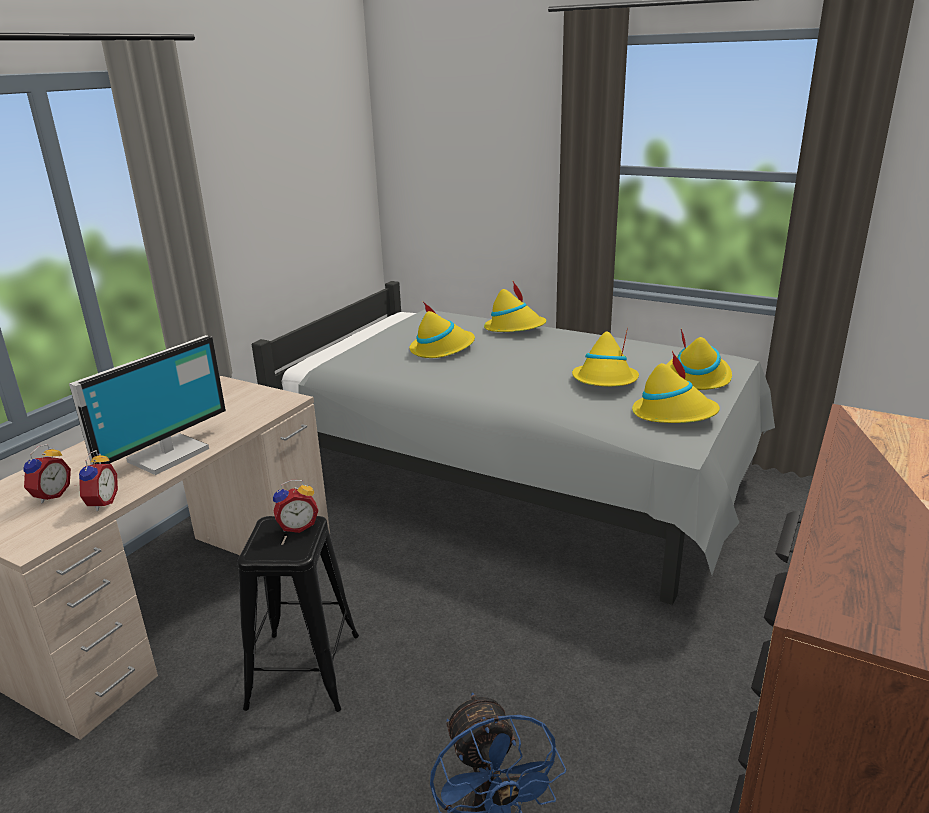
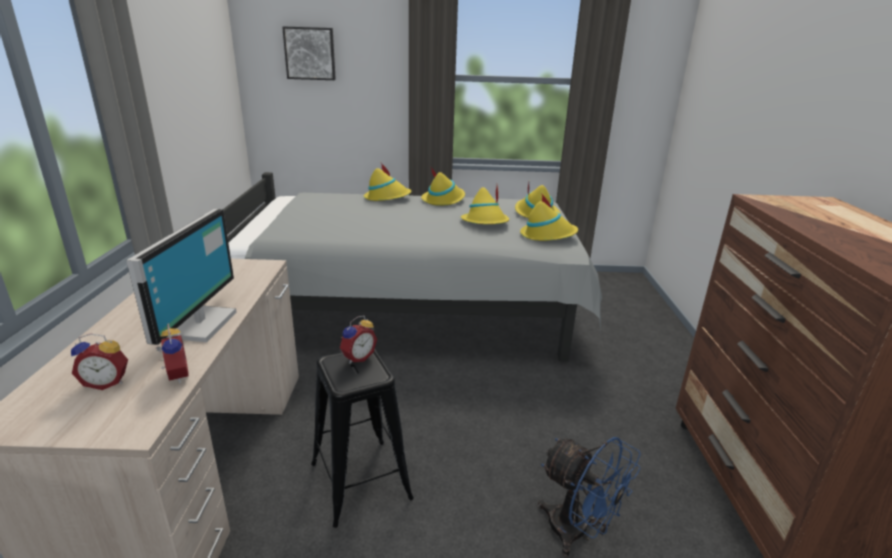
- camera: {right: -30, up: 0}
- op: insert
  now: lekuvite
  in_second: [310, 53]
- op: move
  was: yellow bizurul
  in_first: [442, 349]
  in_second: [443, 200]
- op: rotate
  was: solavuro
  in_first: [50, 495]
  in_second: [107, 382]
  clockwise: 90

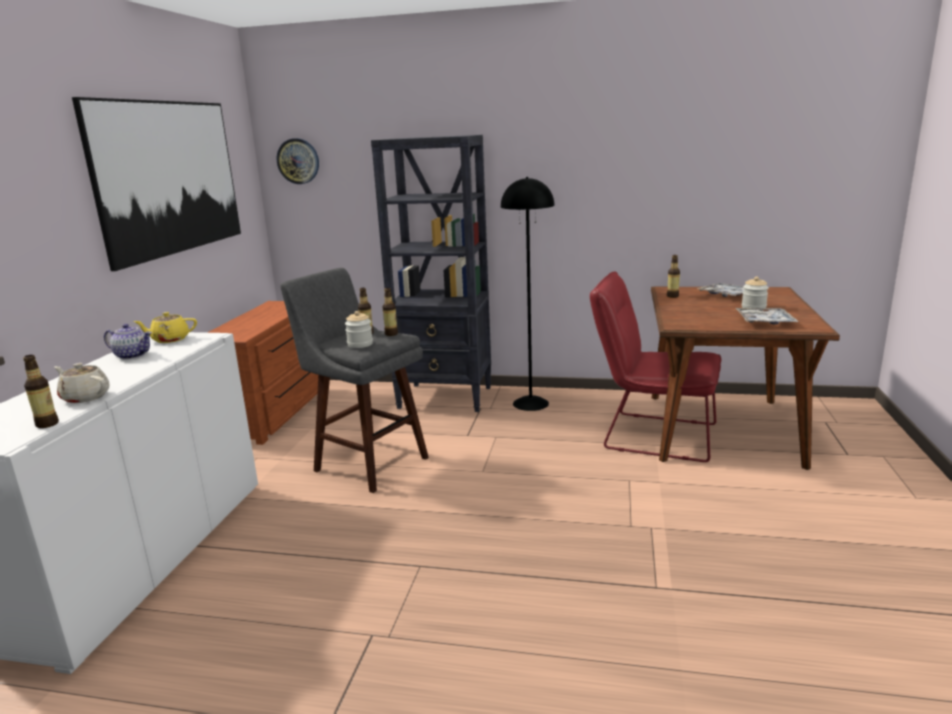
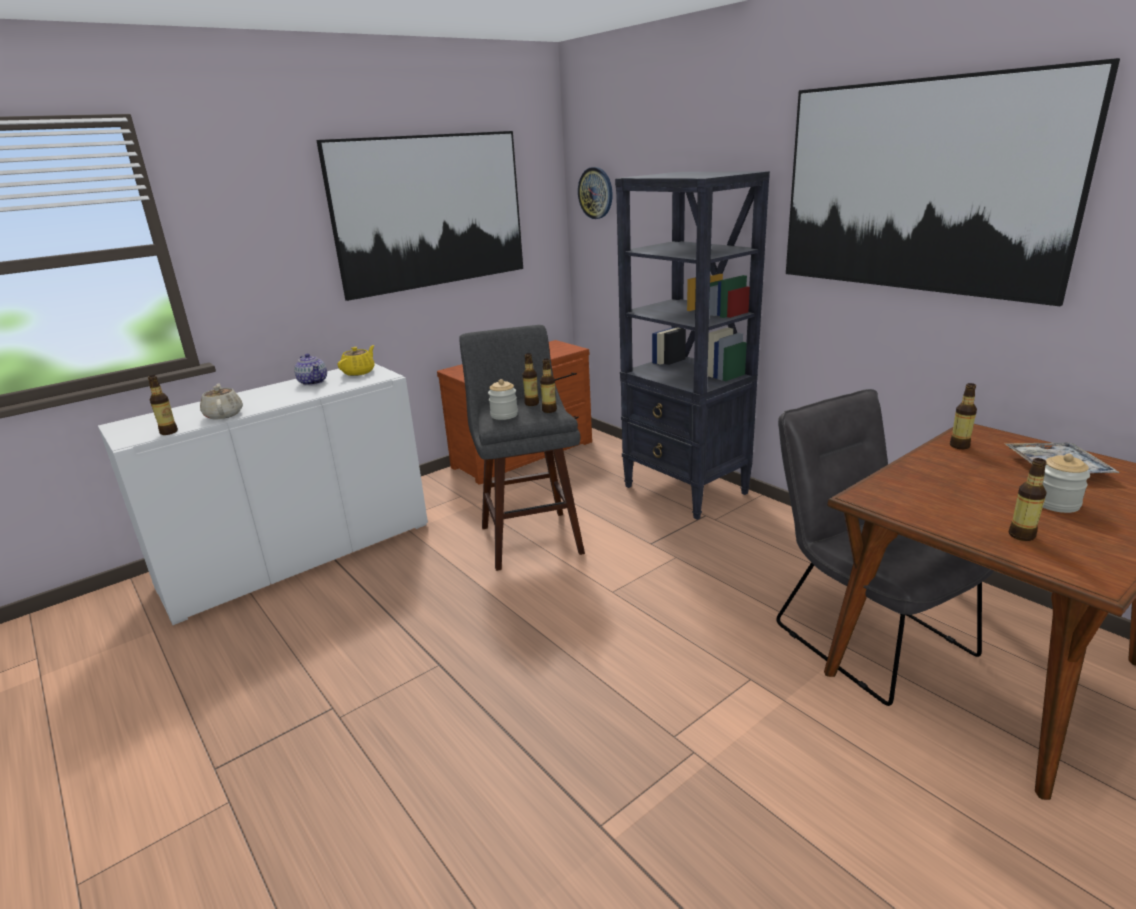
- camera: {right: 40, up: 5}
- op: delete
  was: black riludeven
  in_first: [530, 403]
- op: insert
  now: lekuvite
  in_second: [920, 187]
- op: replace
  was: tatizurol
  now: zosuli
  in_first: [764, 322]
  in_second: [1021, 535]
- op: recolor
  was: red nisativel
  now: grey nisativel
  in_first: [651, 435]
  in_second: [862, 632]
- op: rotate
  was: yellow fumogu
  in_first: [169, 339]
  in_second: [359, 372]
  clockwise: 90

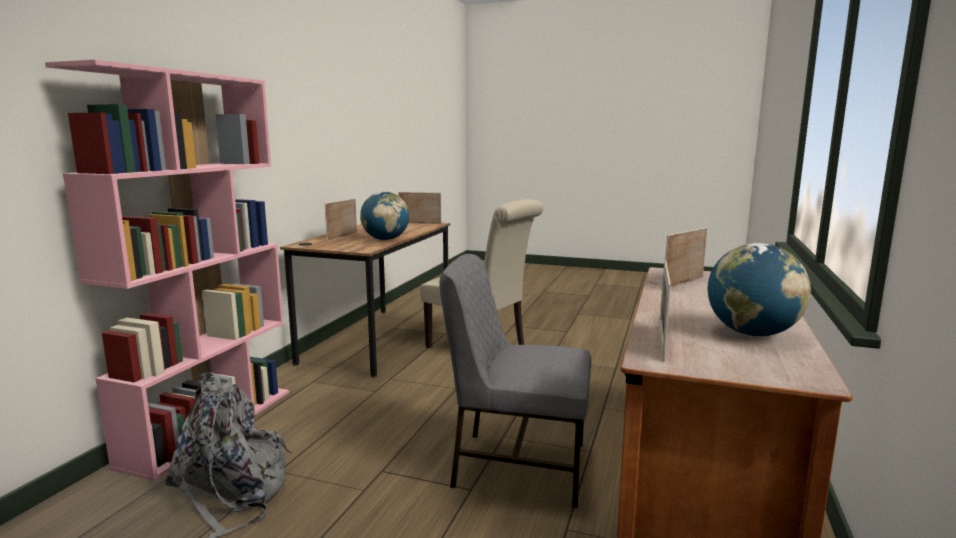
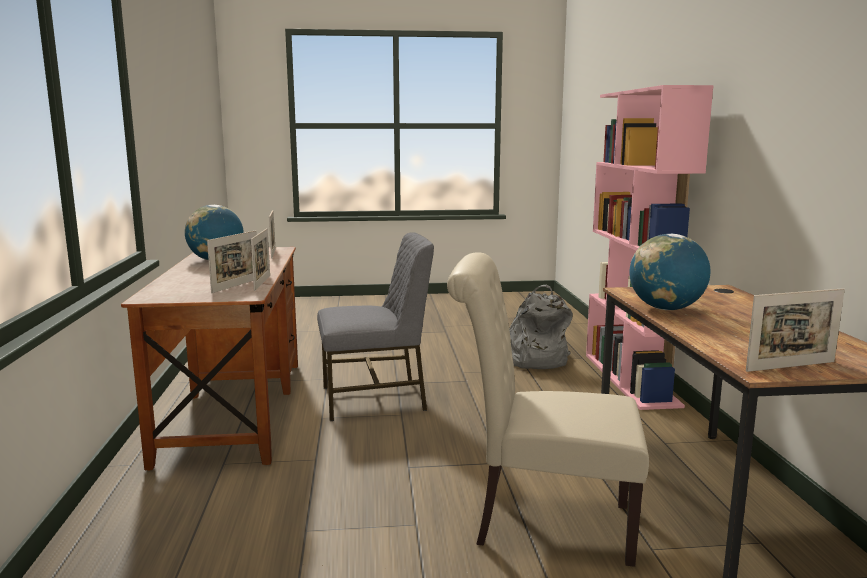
- camera: {right: 155, up: 0}
- op: move
  was: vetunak
  in_first: [342, 236]
  in_second: [262, 283]

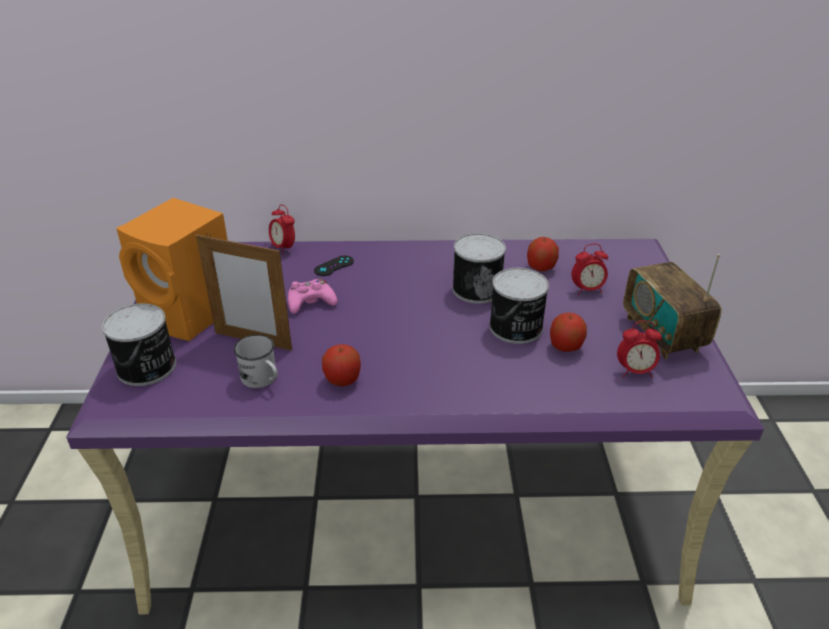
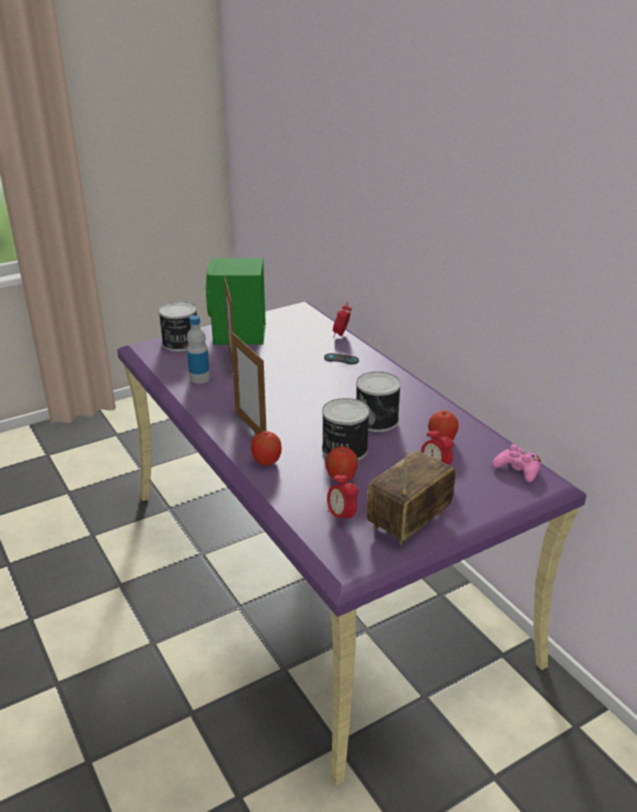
- camera: {right: 60, up: -5}
- op: insert
  now: vetunak
  in_second: [250, 427]
- op: move
  was: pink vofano
  in_first: [311, 302]
  in_second: [518, 469]
- op: move
  was: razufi
  in_first: [342, 380]
  in_second: [266, 461]
- op: replace
  was: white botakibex
  now: zosuli
  in_first: [262, 379]
  in_second: [199, 378]
- op: recolor
  was: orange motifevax
  now: green motifevax
  in_first: [192, 314]
  in_second: [239, 336]

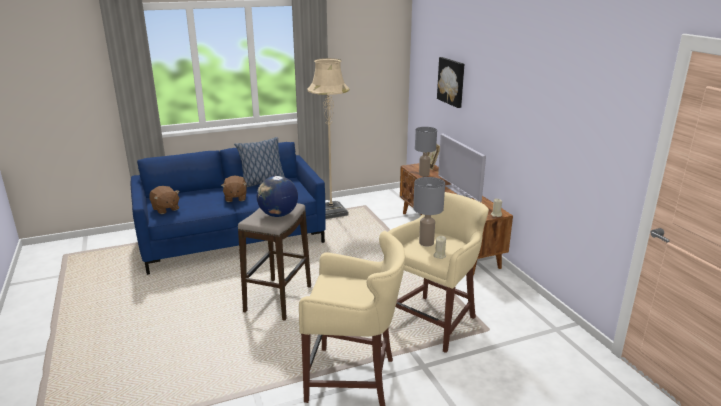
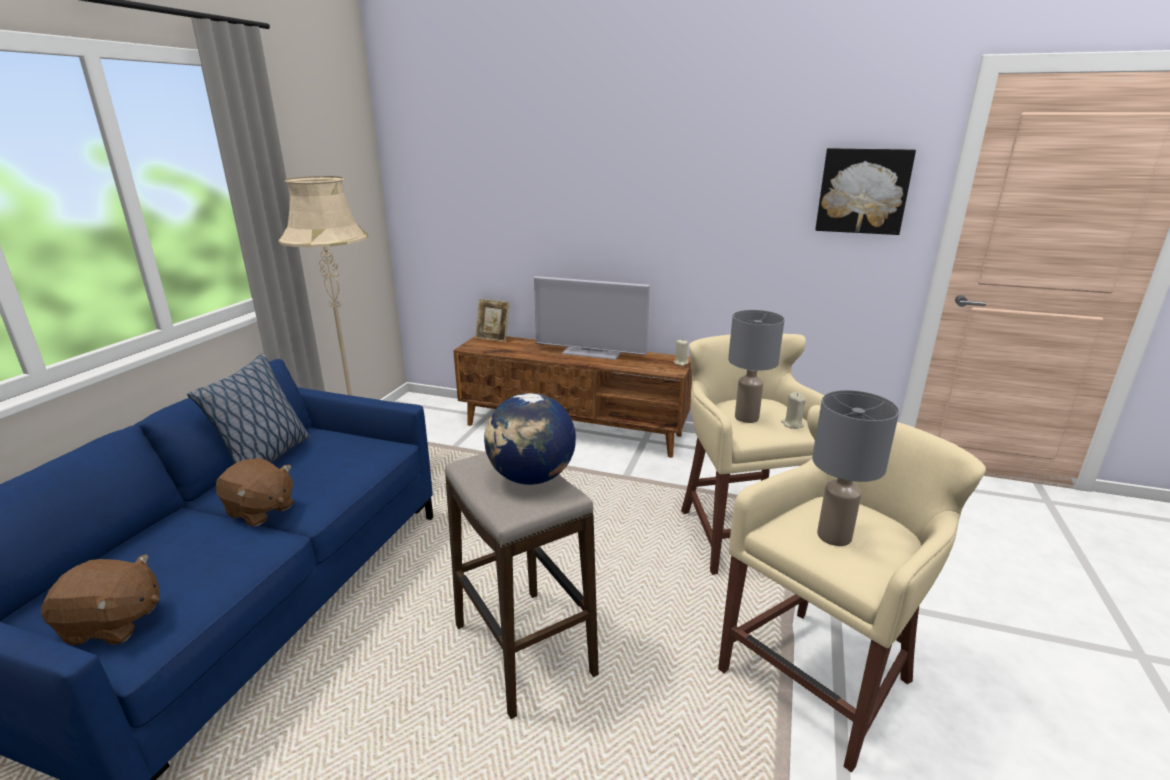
- camera: {right: -50, up: 0}
- op: move
  was: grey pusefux
  in_first: [424, 174]
  in_second: [835, 536]
- op: move
  was: lekuvite
  in_first: [452, 81]
  in_second: [862, 191]

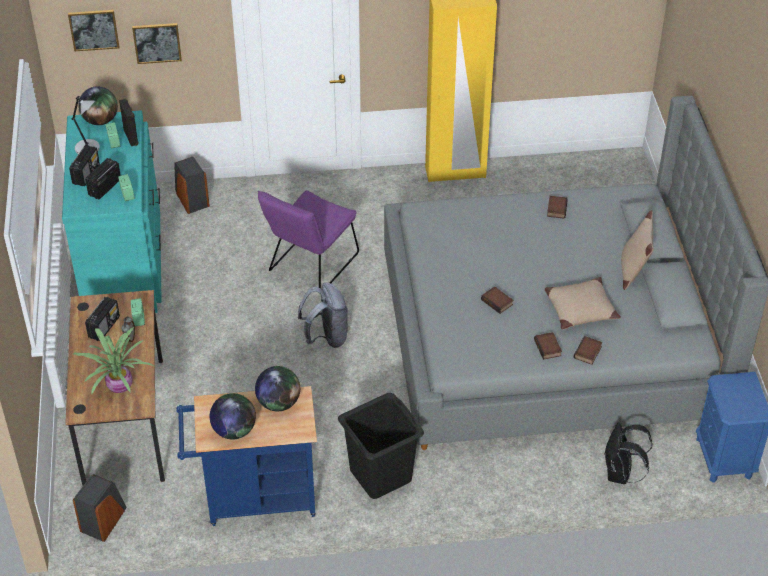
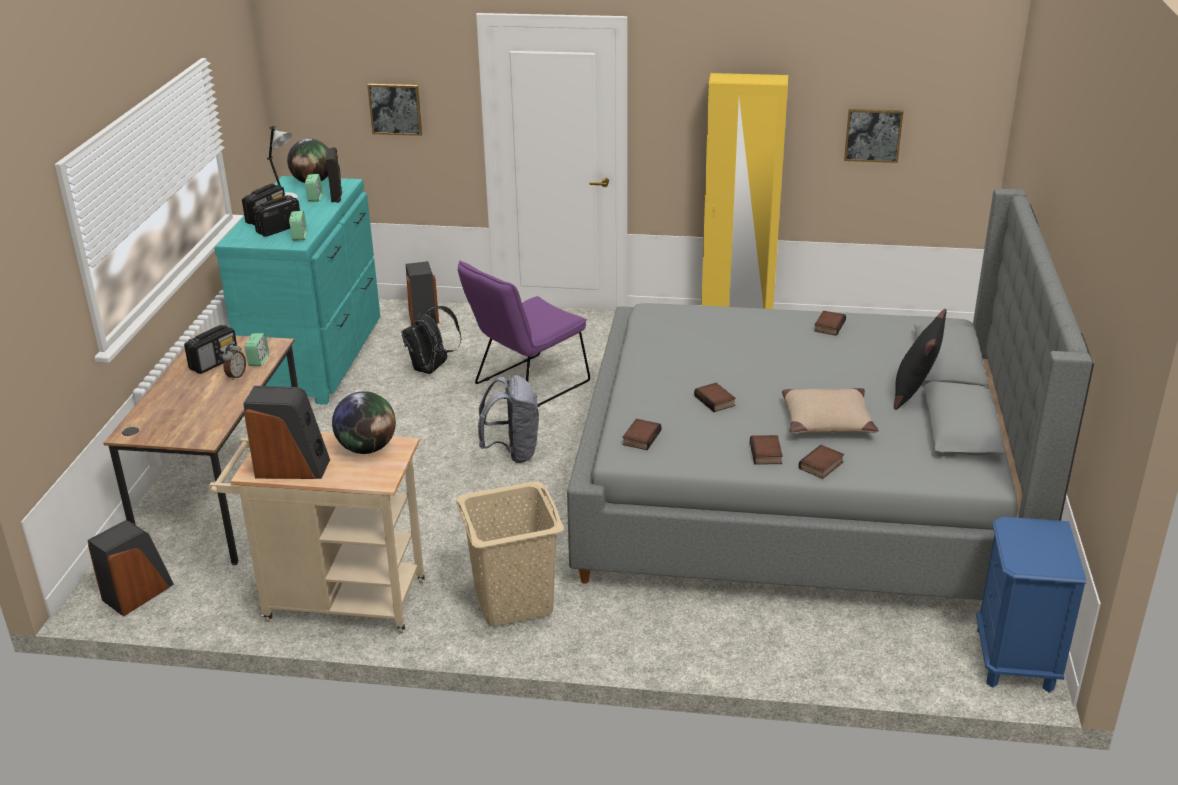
- camera: {right: 15, up: -15}
- op: delete
  was: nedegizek
  in_first: [119, 386]
- op: insert
  now: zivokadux
  in_second: [640, 437]
- op: move
  was: lekuvite
  in_first: [94, 29]
  in_second: [873, 135]
- op: move
  was: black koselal
  in_first: [620, 474]
  in_second: [431, 369]
- op: replace
  was: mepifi
  now: motifevax
  in_first: [234, 430]
  in_second: [292, 467]
- op: recolor
  was: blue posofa
  now: beige posofa
  in_first: [253, 499]
  in_second: [335, 601]
- op: recolor
  was: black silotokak
  now: beige silotokak
  in_first: [381, 475]
  in_second: [514, 602]
- op: recolor
  was: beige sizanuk
  now: black sizanuk
  in_first: [633, 270]
  in_second: [914, 392]

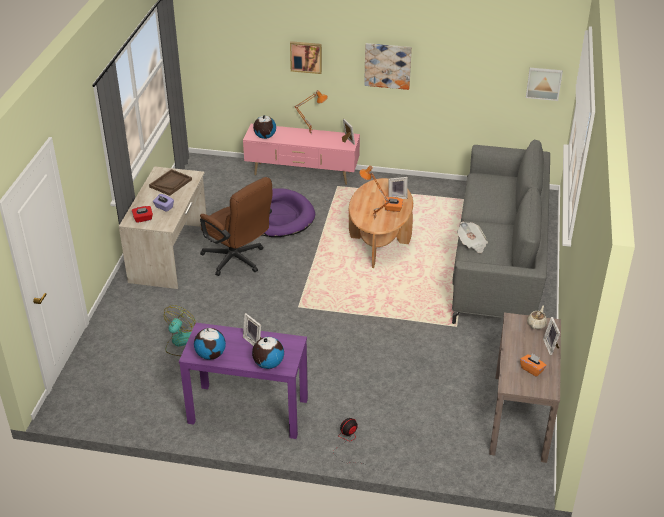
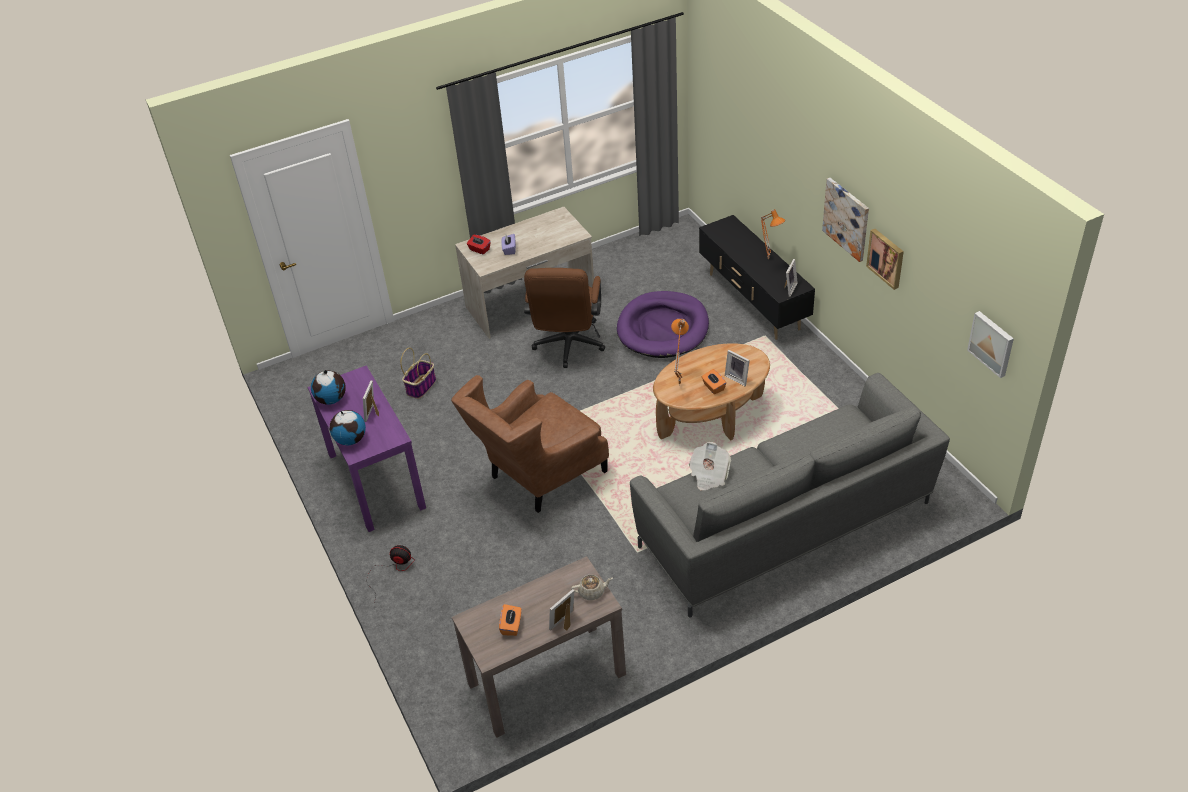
- camera: {right: 55, up: 5}
- op: delete
  was: brown tatizurol
  in_first: [170, 183]
- op: delete
  was: mepifi
  in_first: [265, 137]
- op: insert
  now: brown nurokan
  in_second: [538, 477]
- op: move
  was: lekuvite
  in_first: [306, 56]
  in_second: [886, 258]
- op: replace
  was: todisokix
  now: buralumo
  in_first: [180, 343]
  in_second: [421, 386]
- op: recolor
  was: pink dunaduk
  now: black dunaduk
  in_first: [302, 174]
  in_second: [753, 302]

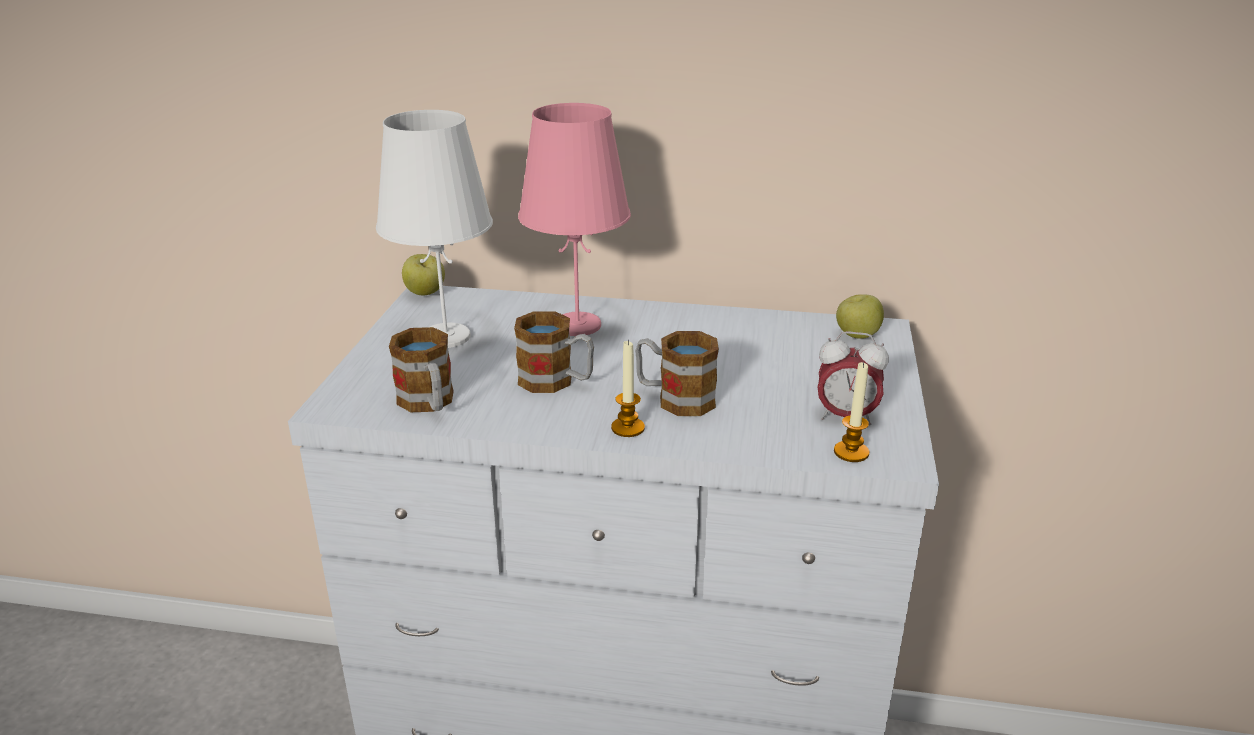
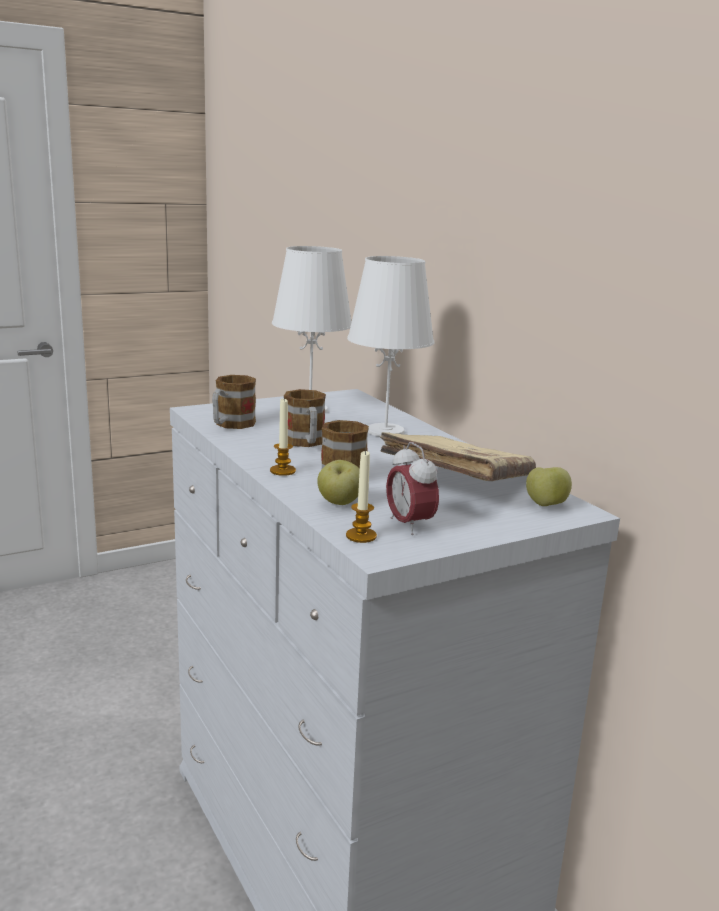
- camera: {right: 50, up: -10}
- op: insert
  now: beige zivokadux
  in_second: [457, 483]
- op: move
  was: razufi
  in_first: [425, 294]
  in_second: [339, 503]
- op: recolor
  was: pink pusefux
  now: white pusefux
  in_first: [576, 325]
  in_second: [385, 431]

